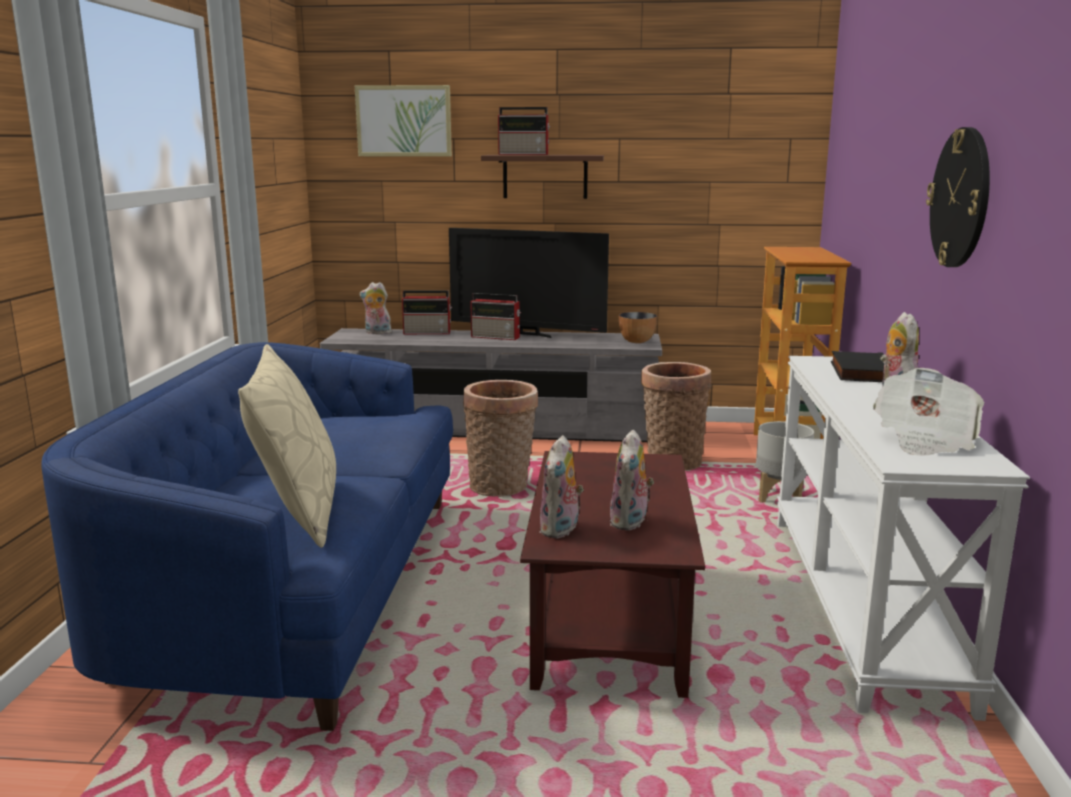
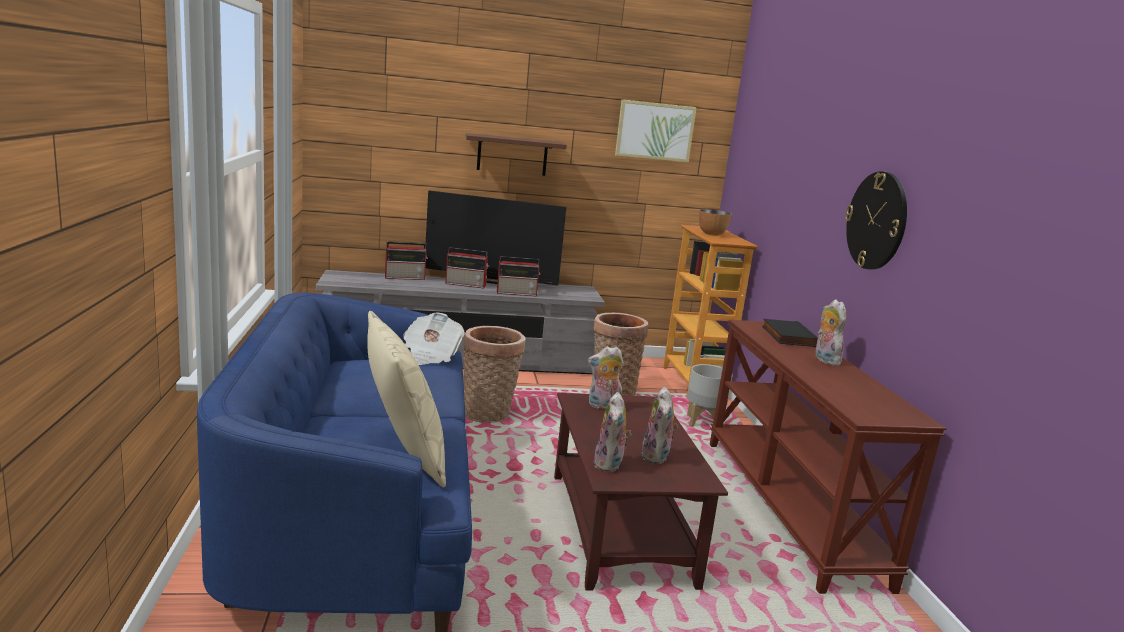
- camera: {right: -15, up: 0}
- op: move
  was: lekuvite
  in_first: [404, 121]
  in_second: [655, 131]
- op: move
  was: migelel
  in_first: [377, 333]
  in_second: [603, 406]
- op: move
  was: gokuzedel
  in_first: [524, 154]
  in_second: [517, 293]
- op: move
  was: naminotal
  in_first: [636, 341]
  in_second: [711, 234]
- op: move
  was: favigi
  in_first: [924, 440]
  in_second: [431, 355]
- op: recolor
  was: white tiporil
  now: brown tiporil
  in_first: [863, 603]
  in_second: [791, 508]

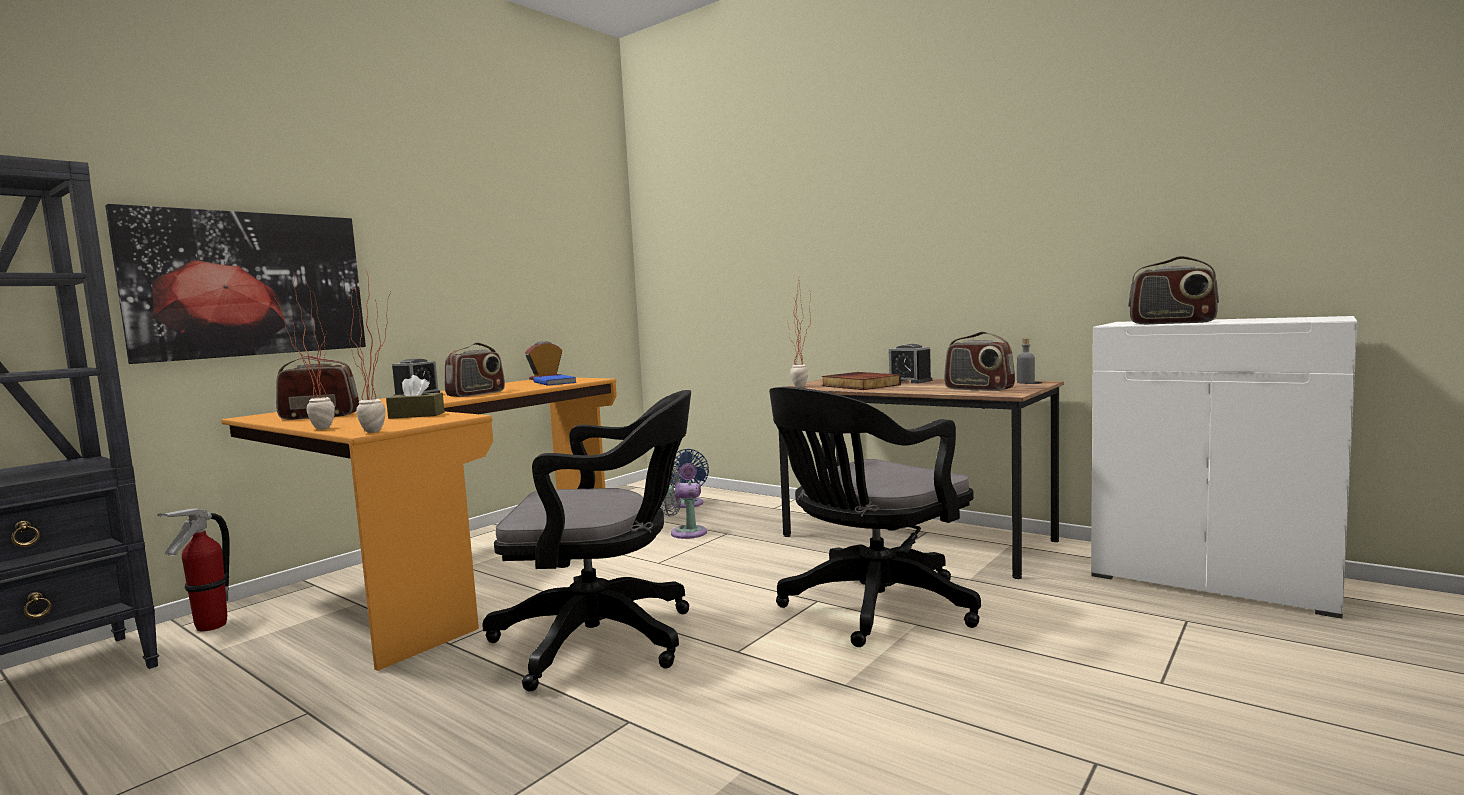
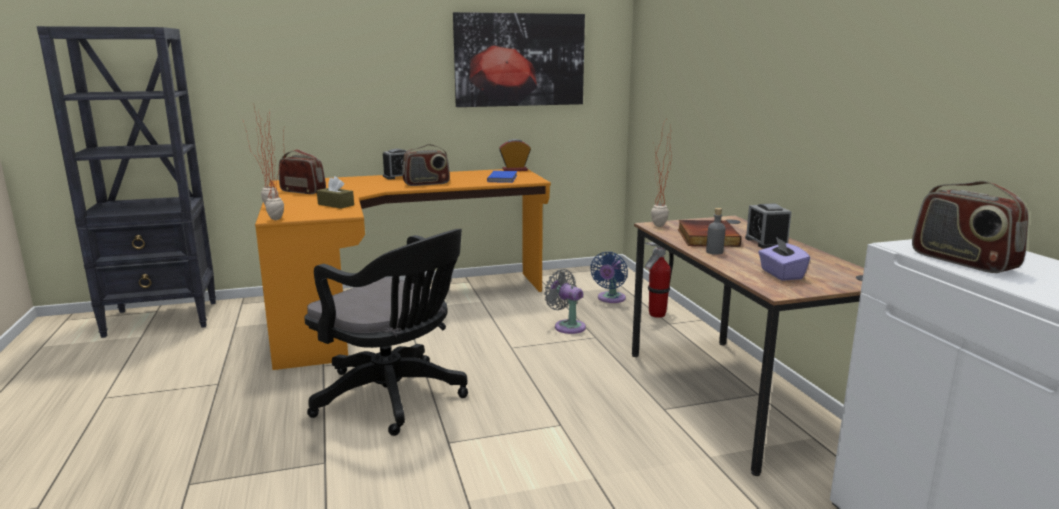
- camera: {right: 35, up: 10}
- op: delete
  was: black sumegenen
  in_first: [870, 608]
- op: move
  was: lekuvite
  in_first: [249, 284]
  in_second: [519, 60]
- op: move
  was: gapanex
  in_first: [210, 626]
  in_second: [656, 315]
- op: move
  was: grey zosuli
  in_first: [1025, 382]
  in_second: [714, 252]
- op: replace
  was: gokuzedel
  now: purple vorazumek
  in_first: [978, 389]
  in_second: [781, 274]

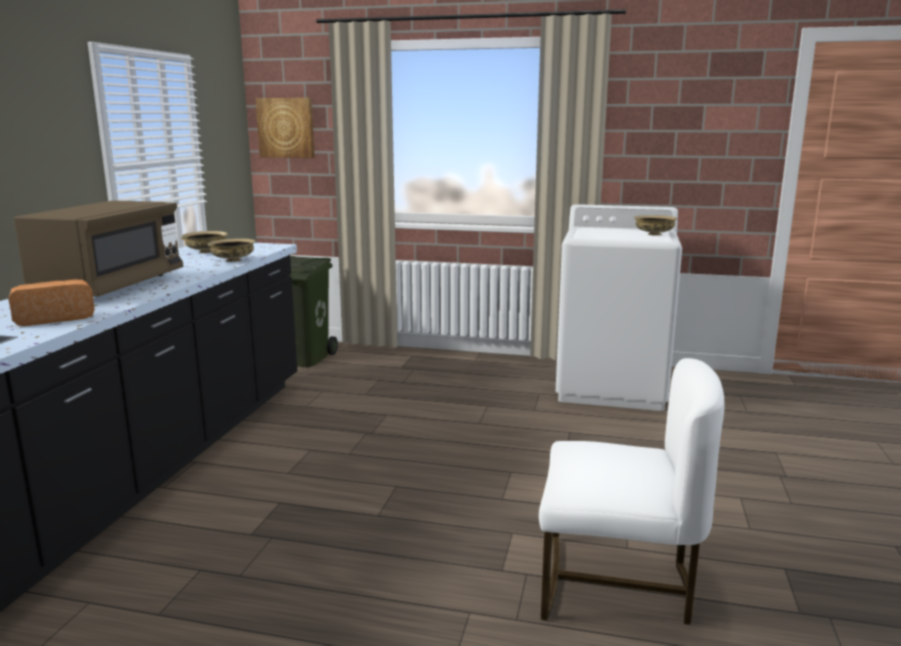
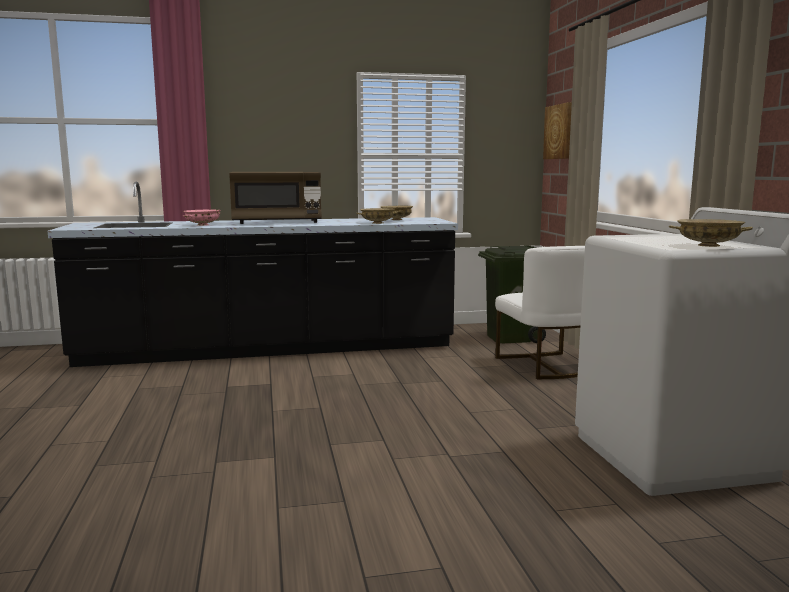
- camera: {right: 65, up: -5}
- op: move
  was: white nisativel
  in_first: [616, 585]
  in_second: [544, 366]
- op: replace
  was: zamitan
  now: pink naminotal
  in_first: [54, 318]
  in_second: [202, 225]

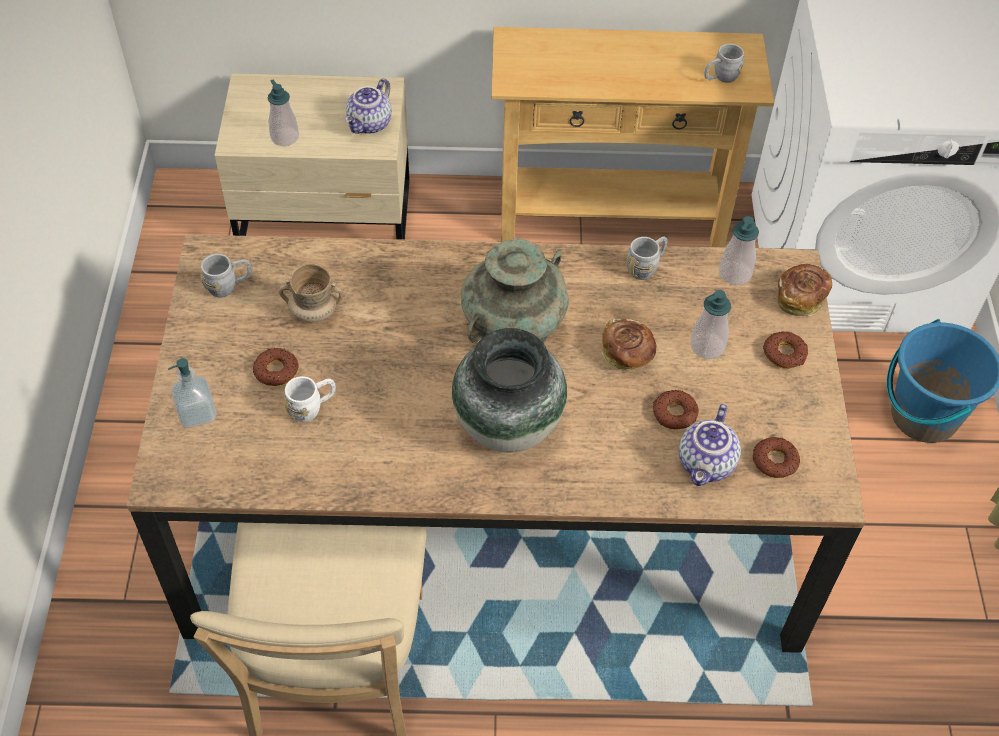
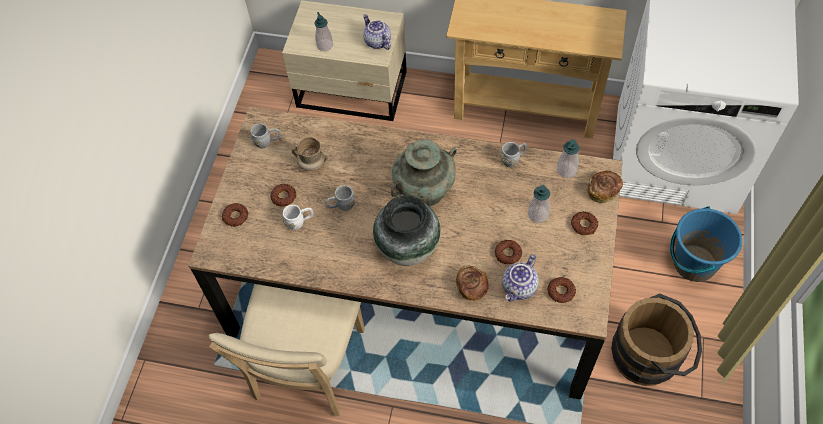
- camera: {right: 15, up: 5}
- op: insert
  now: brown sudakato
  in_second: [651, 356]
- op: move
  was: zamitan
  in_first: [627, 354]
  in_second: [471, 288]
- op: move
  was: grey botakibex
  in_first: [720, 77]
  in_second: [341, 205]
- op: replace
  was: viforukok
  now: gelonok
  in_first: [197, 413]
  in_second: [235, 217]
- op: rotate
  was: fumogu
  in_first: [370, 124]
  in_second: [377, 42]
  clockwise: 105

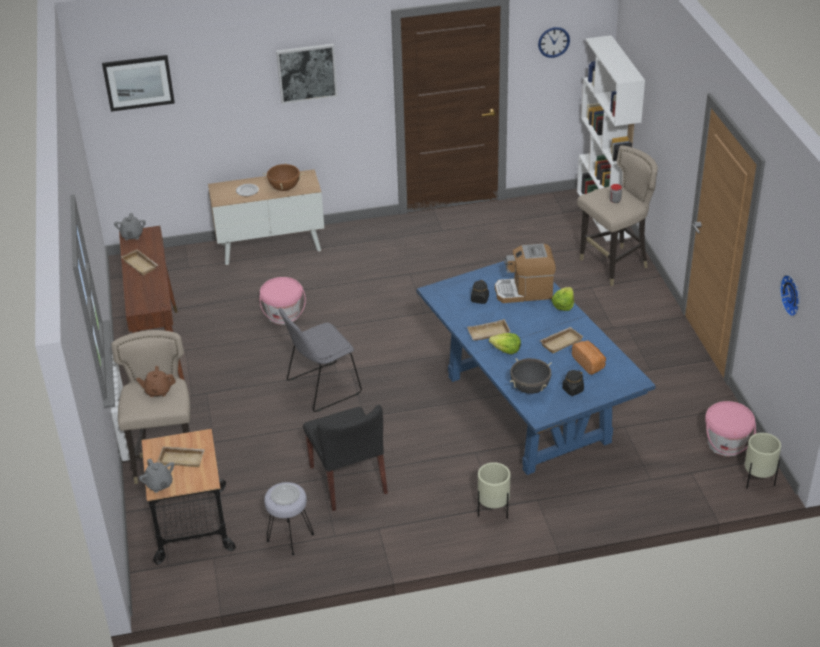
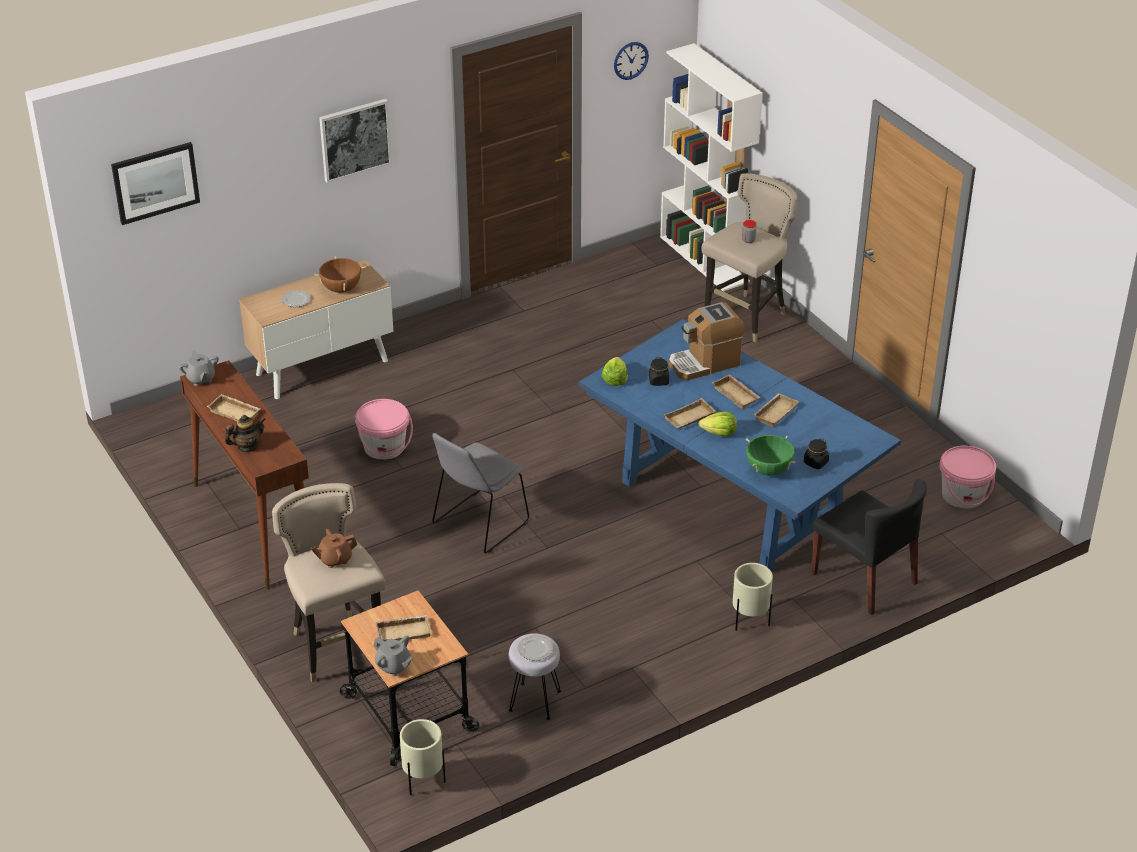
- camera: {right: -20, up: 0}
- op: delete
  was: zamitan
  in_first: [589, 363]
- op: delete
  was: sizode
  in_first: [793, 295]
- op: insert
  now: fumogu
  in_second: [247, 446]
- op: insert
  now: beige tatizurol
  in_second: [737, 394]
- op: move
  was: black nisativel
  in_first: [348, 480]
  in_second: [864, 579]
- op: move
  was: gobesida
  in_first: [563, 305]
  in_second: [614, 379]
- op: move
  was: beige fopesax
  in_first: [757, 481]
  in_second: [423, 781]
- op: recolor
  was: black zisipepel
  now: green zisipepel
  in_first: [530, 388]
  in_second: [768, 470]

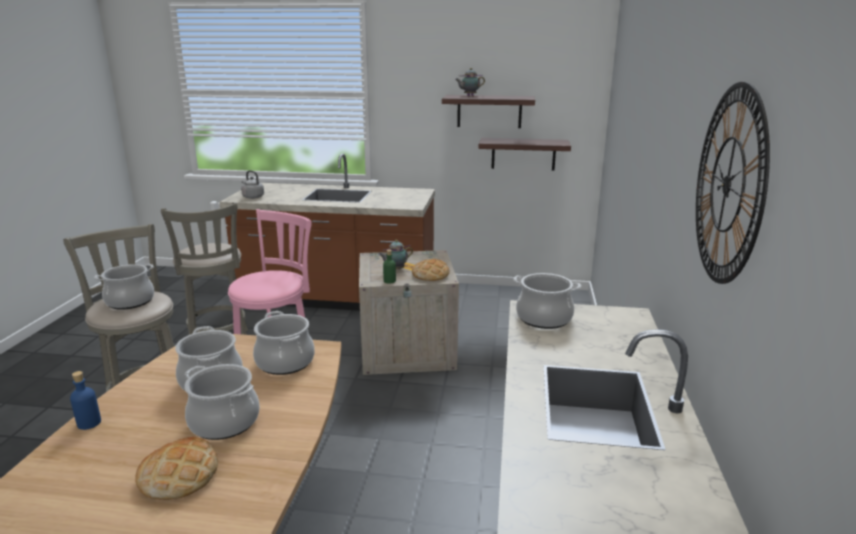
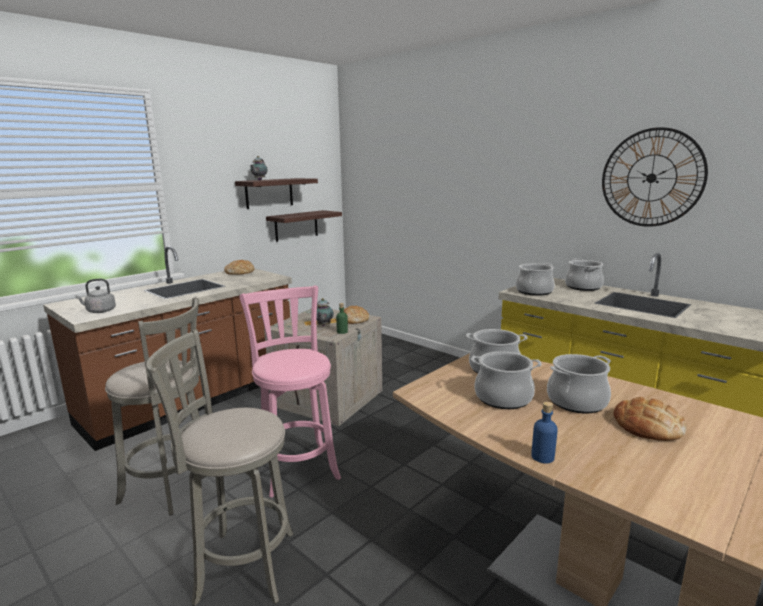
- camera: {right: -55, up: -5}
- op: insert
  now: zamitan
  in_second: [239, 272]
- op: move
  was: zisipepel
  in_first: [130, 301]
  in_second: [583, 287]

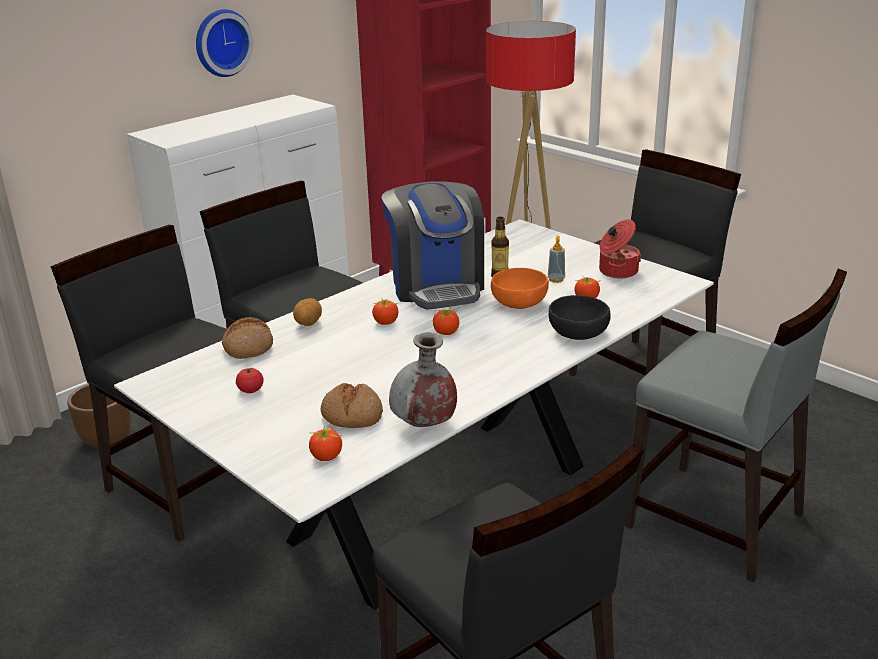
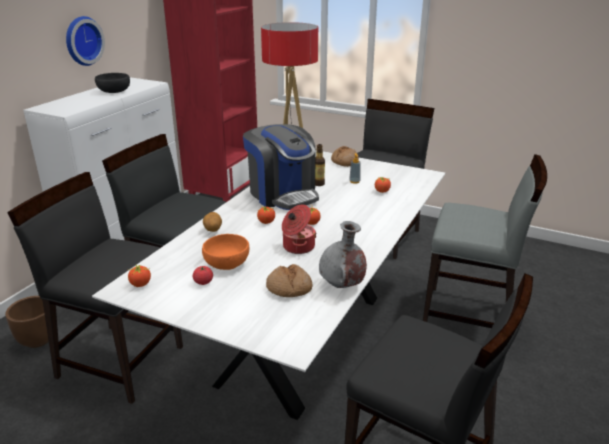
- camera: {right: -20, up: 0}
- op: move
  was: zamitan
  in_first: [248, 347]
  in_second: [344, 162]
- op: move
  was: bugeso
  in_first: [326, 457]
  in_second: [140, 284]
- op: move
  was: orange naminotal
  in_first: [519, 302]
  in_second: [227, 263]
- op: move
  was: black naminotal
  in_first: [577, 333]
  in_second: [114, 91]
- op: move
  was: zisipepel
  in_first: [617, 271]
  in_second: [297, 247]

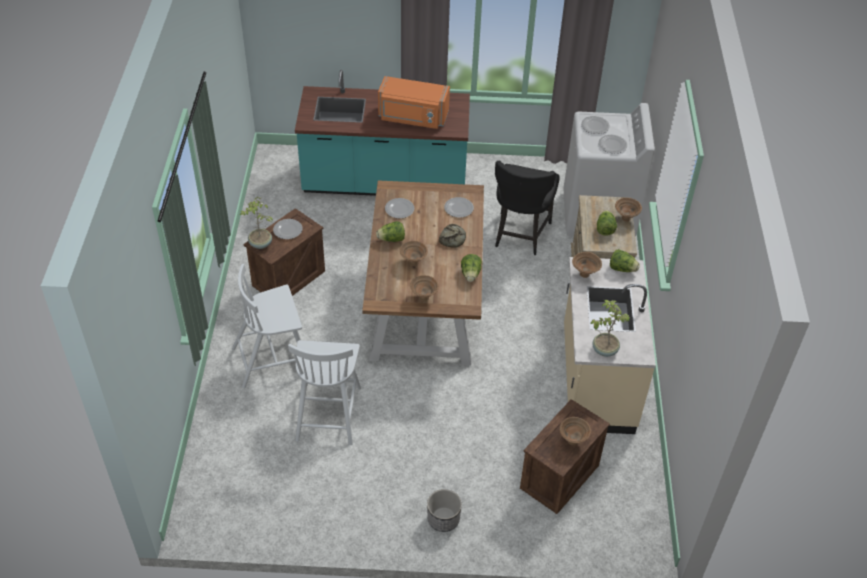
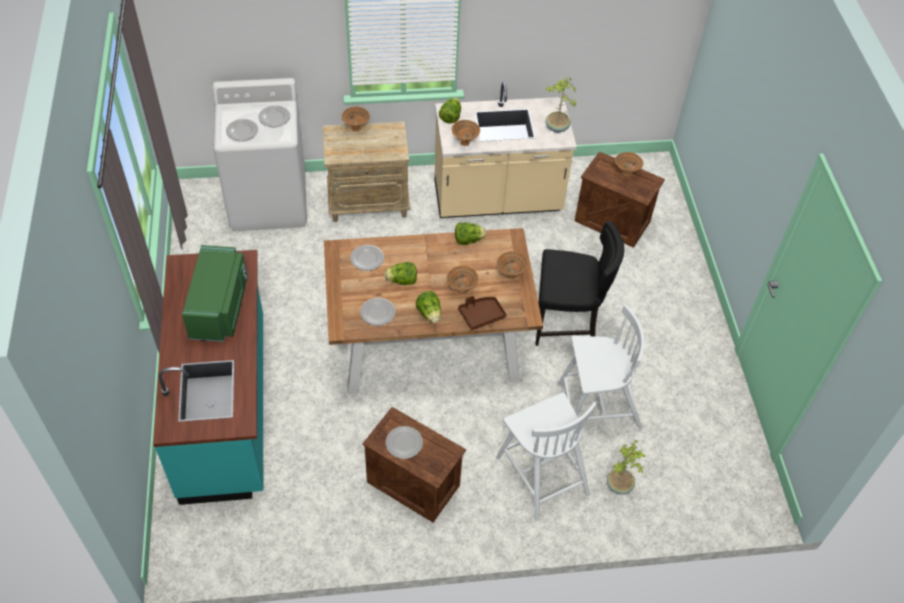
- camera: {right: -100, up: 5}
- op: delete
  was: fopesax
  in_first: [443, 519]
- op: delete
  was: zamitan
  in_first: [453, 238]
- op: insert
  now: brown tatizurol
  in_second: [481, 315]
- op: move
  was: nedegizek
  in_first: [260, 244]
  in_second: [620, 485]
- op: move
  was: black nisativel
  in_first: [520, 234]
  in_second: [567, 324]
- op: move
  was: gobesida
  in_first: [605, 229]
  in_second: [402, 281]
- op: recolor
  was: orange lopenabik
  now: green lopenabik
  in_first: [412, 117]
  in_second: [220, 307]

